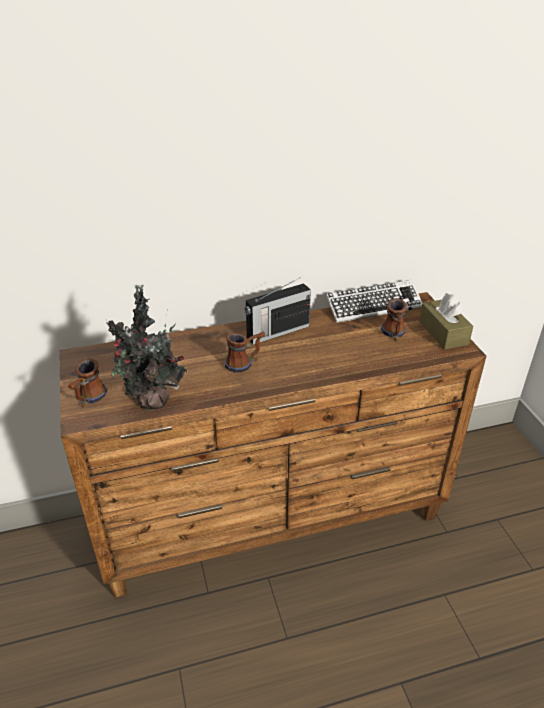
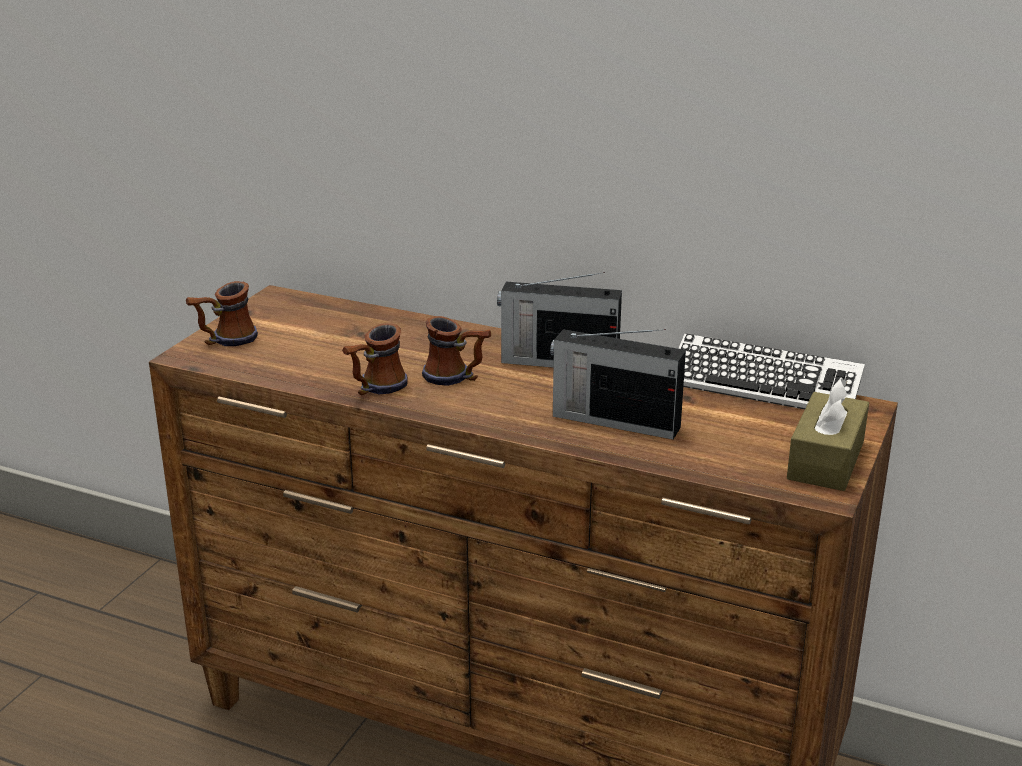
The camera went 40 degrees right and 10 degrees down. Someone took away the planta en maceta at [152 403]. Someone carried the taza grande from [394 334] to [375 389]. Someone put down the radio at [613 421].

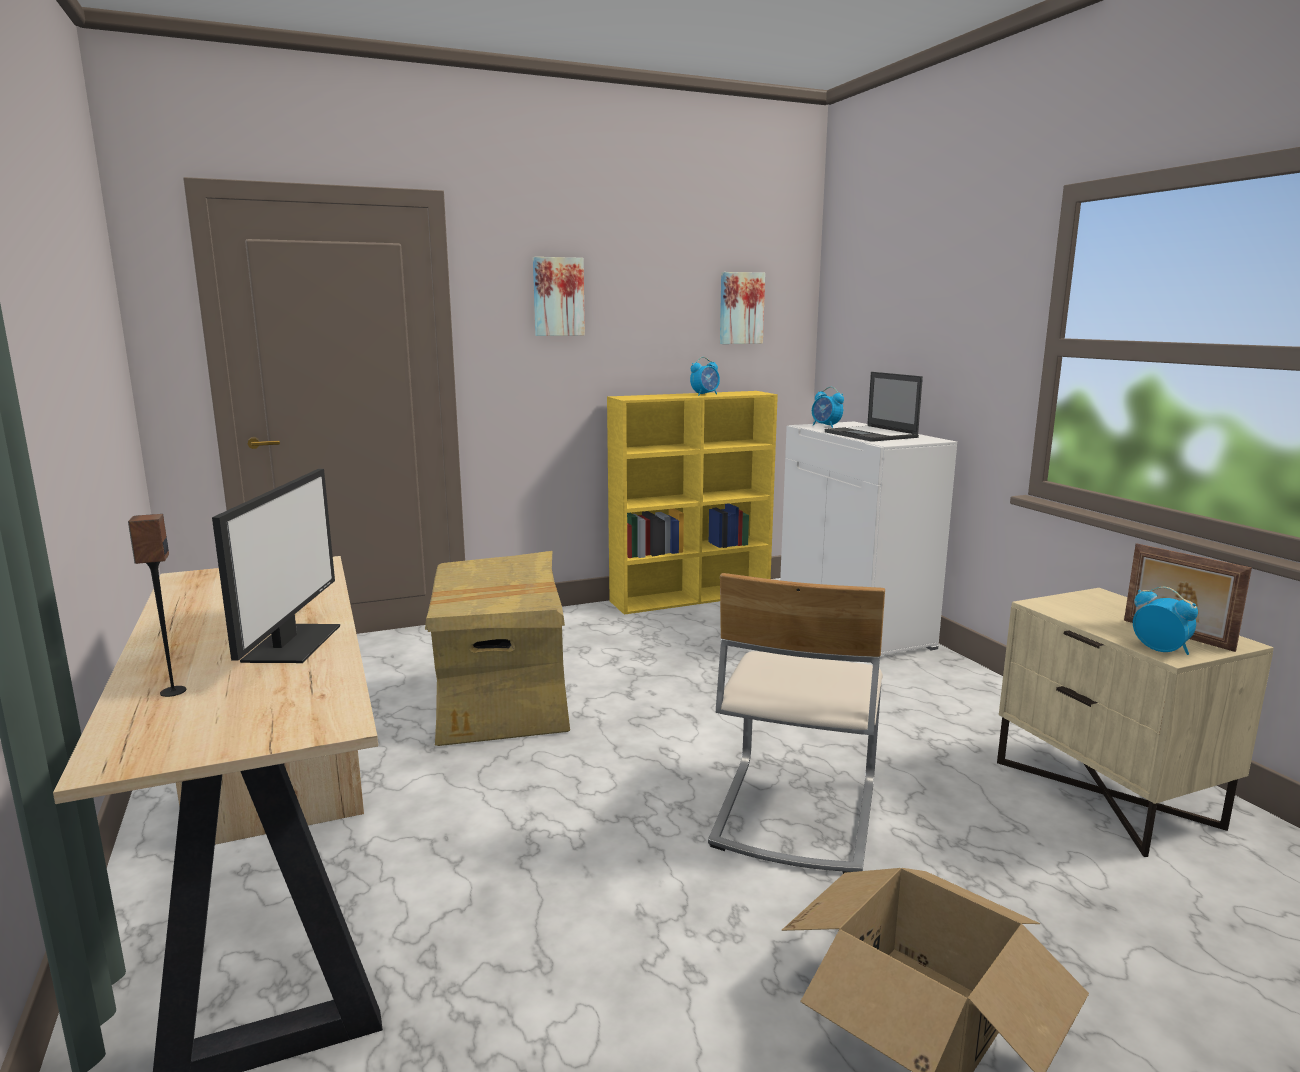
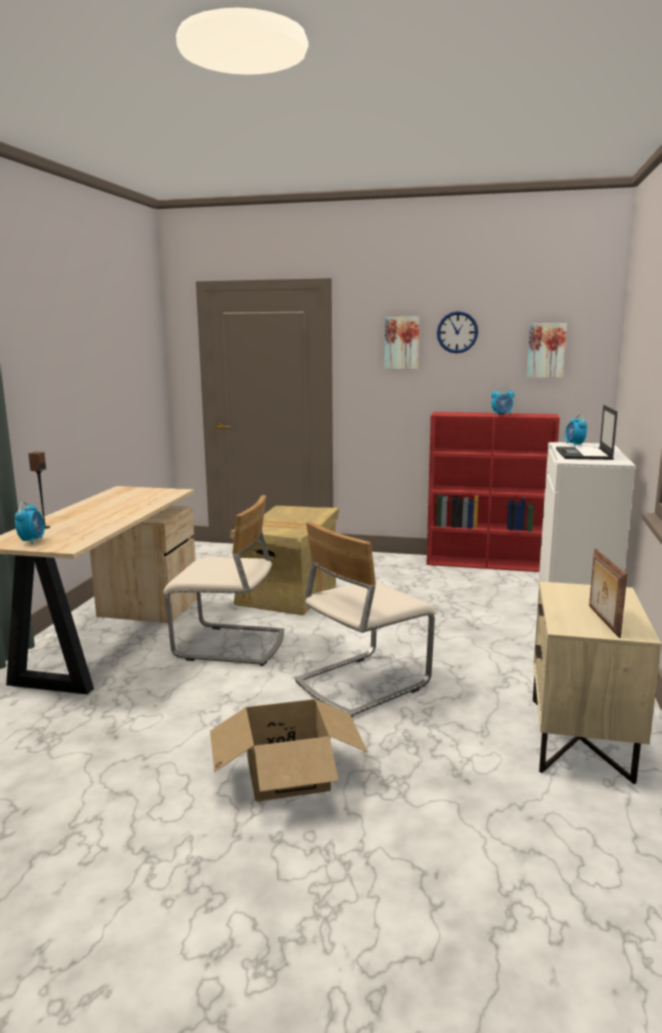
The camera went 35 degrees right and 0 degrees up. Someone repainted the estantería/amarillo at [692 597], which became the estantería/rojo at [487 563]. Someone took away the monitor at [291 643]. Someone carried the despertador from [1160 650] to [32 541]. Someone put up the reloj de pared at [457 332]. Someone put down the silla/beis at [230 645].

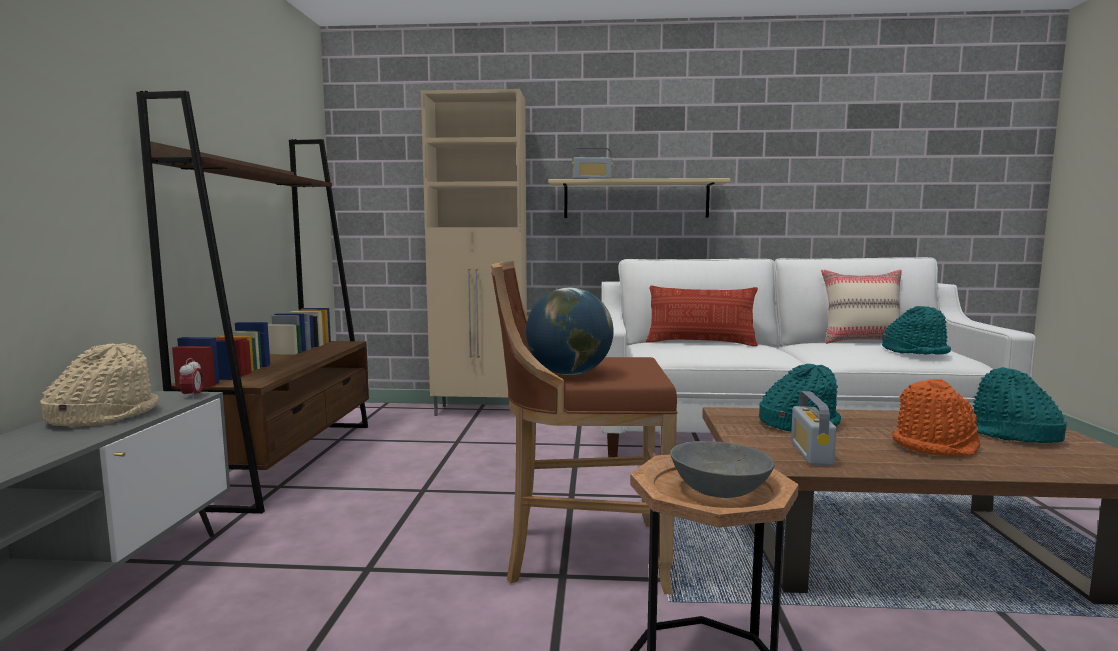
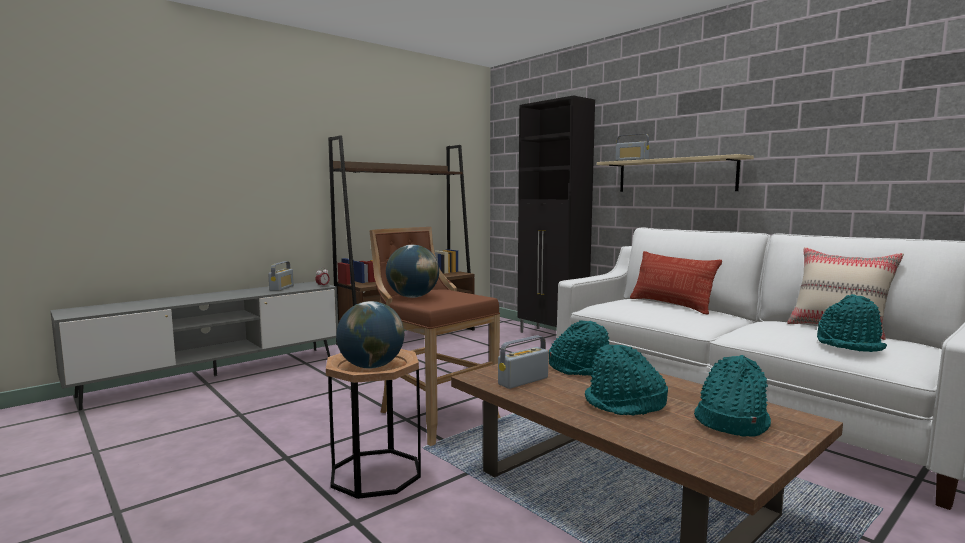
The camera went 45 degrees right and 0 degrees up. Someone repainted the armario/beis at [481 412], which became the armario/negro at [552 336]. Someone swapped the sombrero/beis at [104 416] for the radio at [281 288]. Someone repainted the sombrero/naranja at [935 446], which became the sombrero/turquesa at [625 405]. Someone swapped the cuenco/gris at [719 491] for the globo terráqueo at [371 367].

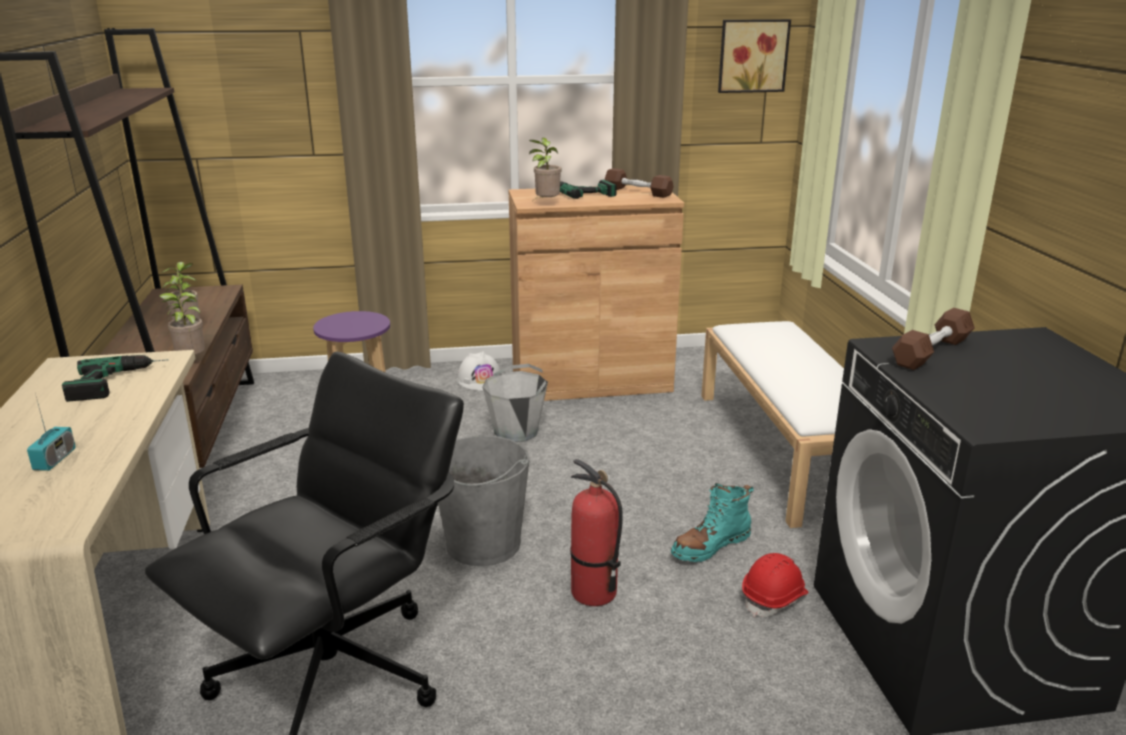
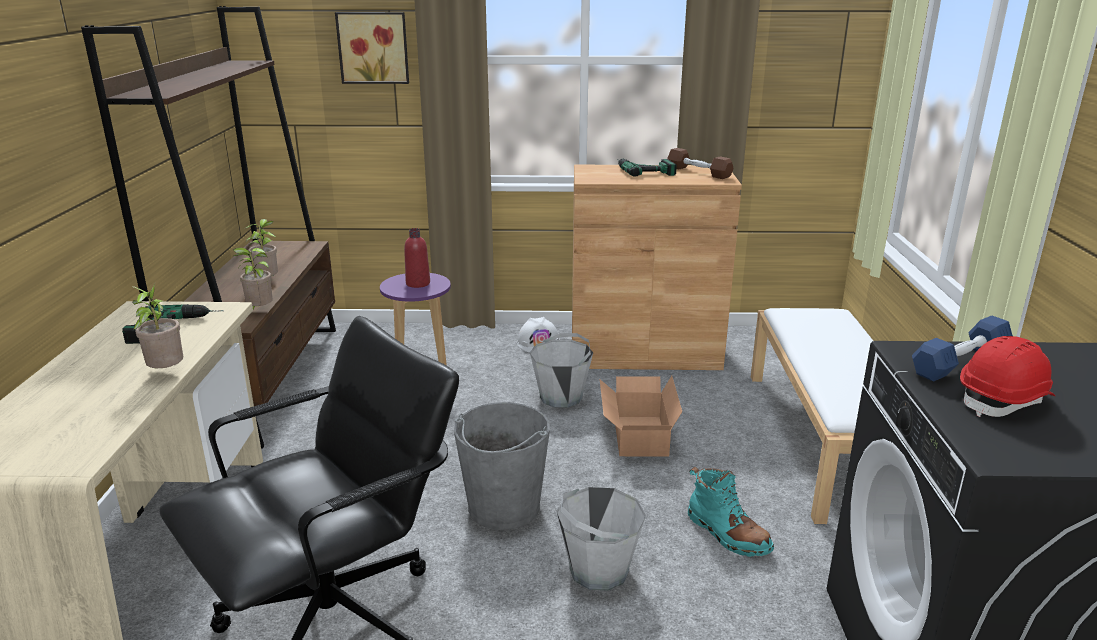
The camera went 10 degrees right and 0 degrees up. Someone carried the cuadro from [752 56] to [373 47]. Someone carried the planta en maceta from [546 204] to [166 373]. Someone repainted the mancuerna/marrón at [931 352], which became the mancuerna/azul at [959 362]. Someone took away the radio at [55 459]. Someone swapped the extintor at [593 593] for the cubo/gris at [598 570]. Someone rotated the bota/turquesa at [710 546] by 105 degrees counterclockwise. Someone carried the casco/rojo from [774 598] to [1004 400]. Someone put down the botella/rojo at [418 283]. Someone put down the caja de cartón at [637 437].

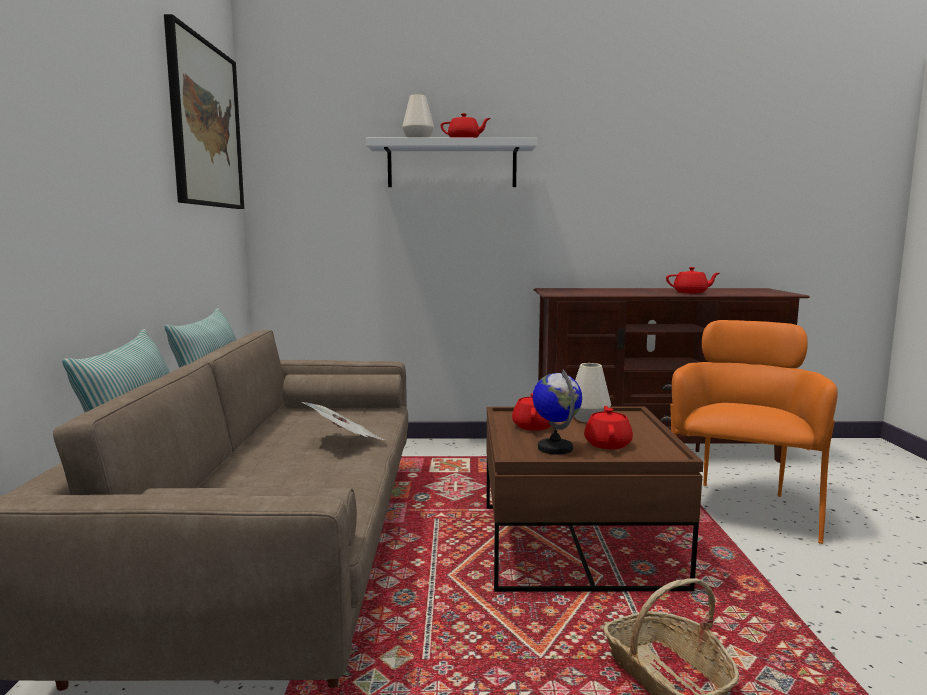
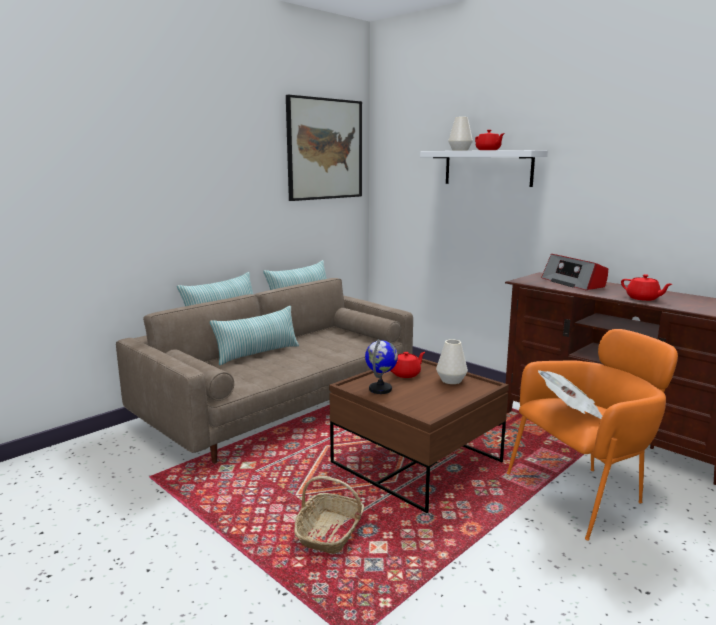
The camera went 45 degrees right and 5 degrees up. Someone carried the periódico from [345 442] to [570 411]. Someone took away the tetera/rojo at [608 444]. Someone put down the radio at [573 283]. Someone put down the cojín at [257 353].

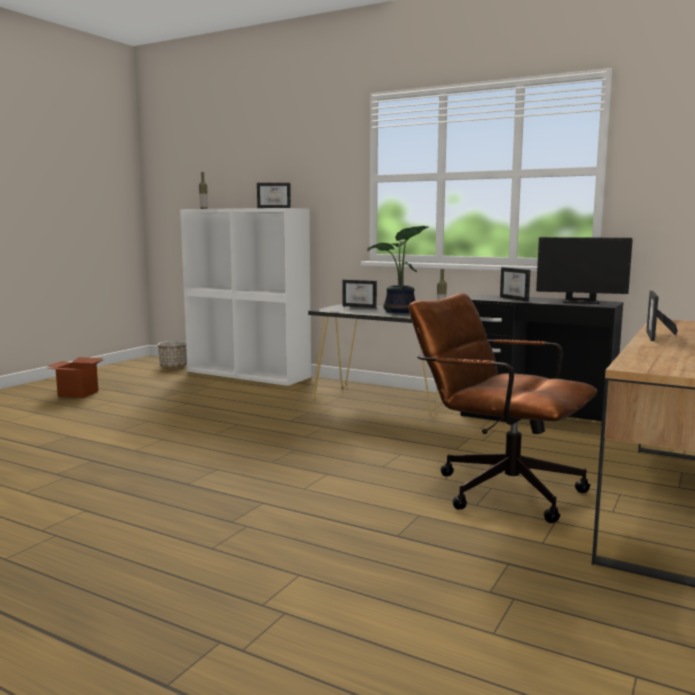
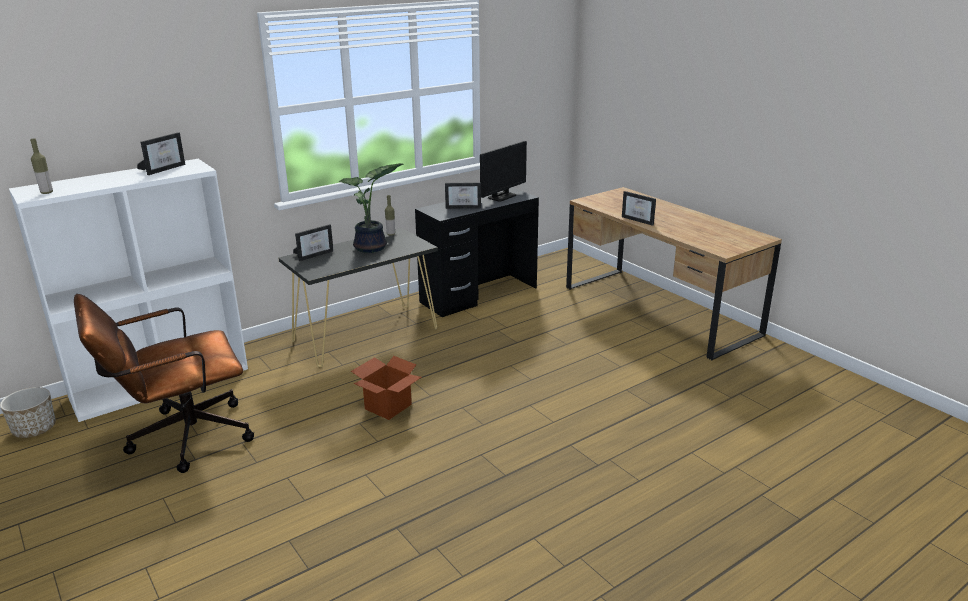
The camera went 65 degrees left and 15 degrees up. Someone carried the silla de oficina/marrón from [497 488] to [180 438]. Someone carried the caja de cartón from [78 394] to [388 406].

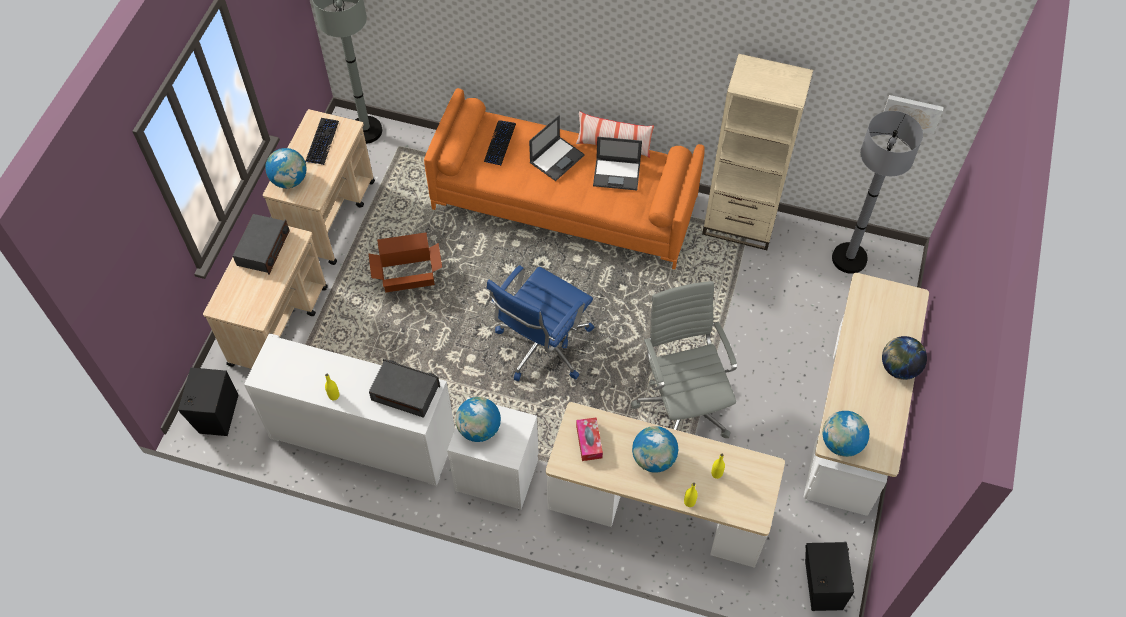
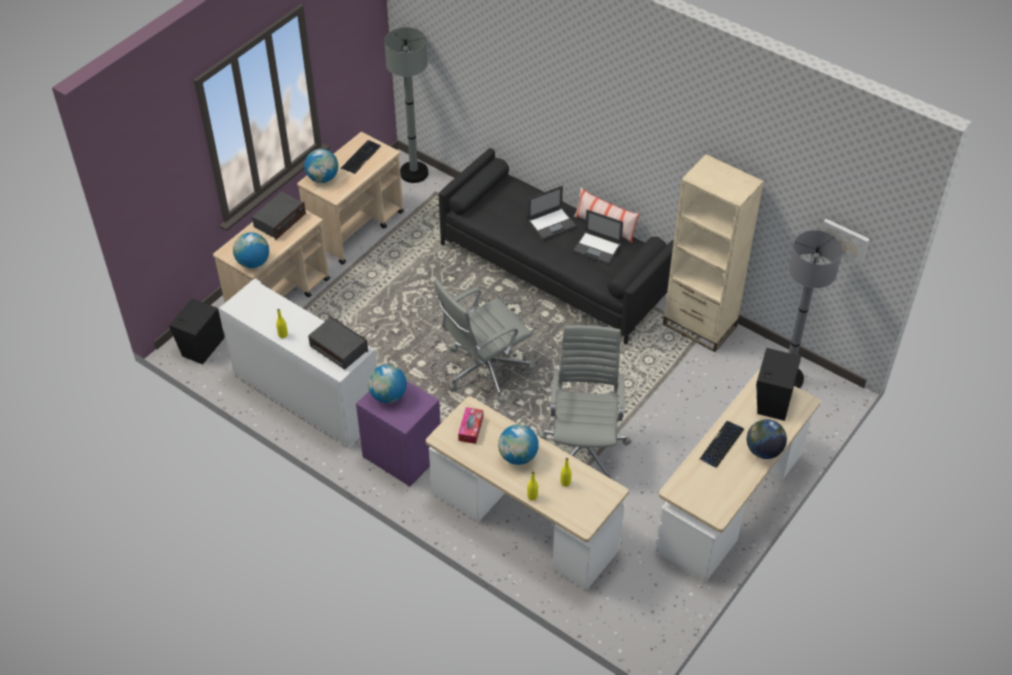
The camera went 20 degrees right and 10 degrees down. Someone repainted the sofá/naranja at [565 202], which became the sofá/negro at [555 268]. Someone carried the teclado from [500 143] to [721 444]. Someone took away the caja de cartón at [407 276]. Someone repainted the silla de oficina/azul at [542 346], which became the silla de oficina/gris at [484 371]. Someone repainted the mesita de noche/blanco at [497 473], which became the mesita de noche/morado at [403 454]. Someone carried the globo terráqueo from [841 443] to [253 262]. Someone carried the altavoz/negro from [820 587] to [772 400].

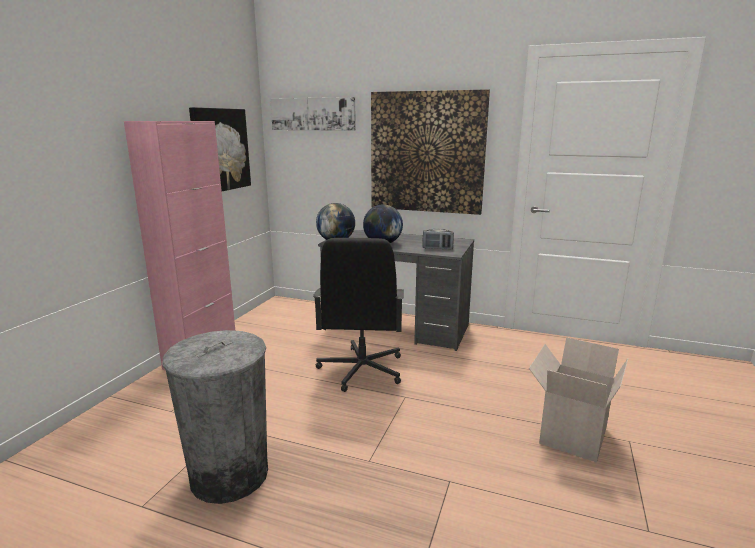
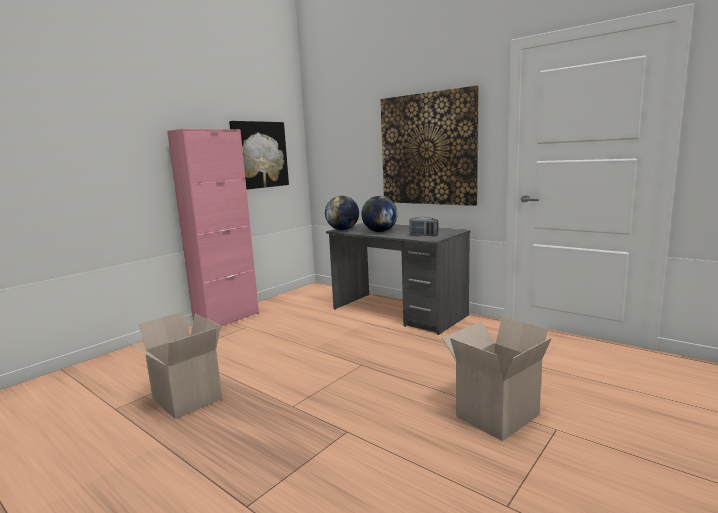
The camera went 20 degrees right and 5 degrees down. Someone took away the cuadro at [313 114]. Someone took away the silla de oficina/negro at [361 370]. Someone swapped the papelera/gris at [229 475] for the caja de cartón at [184 399].

